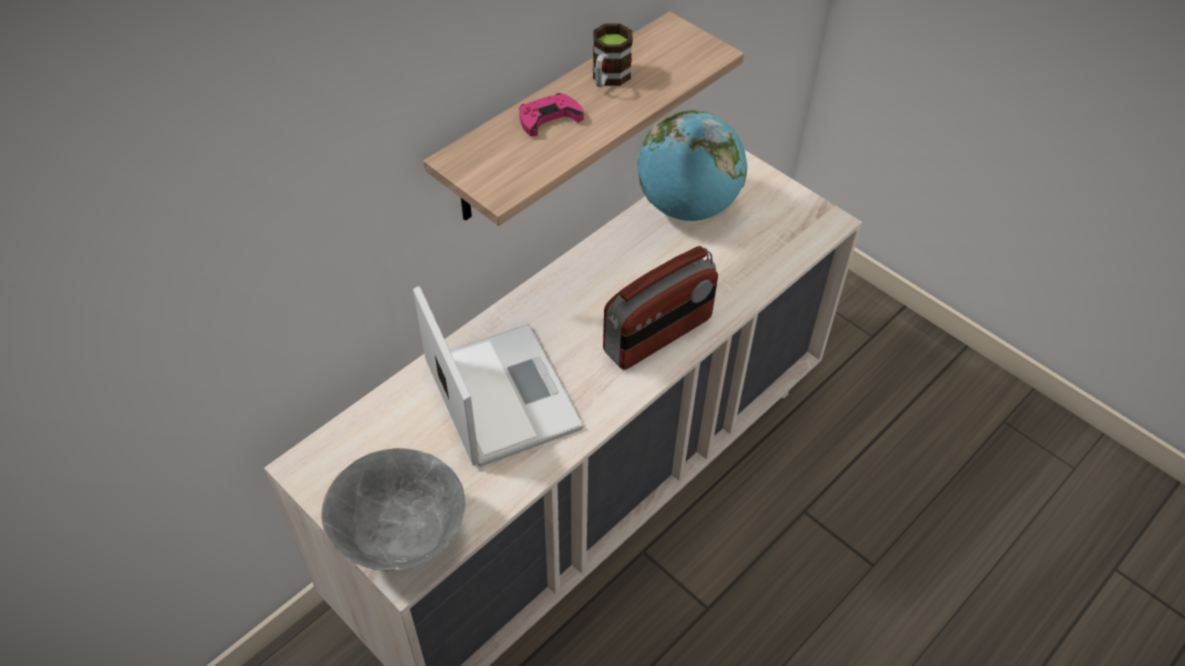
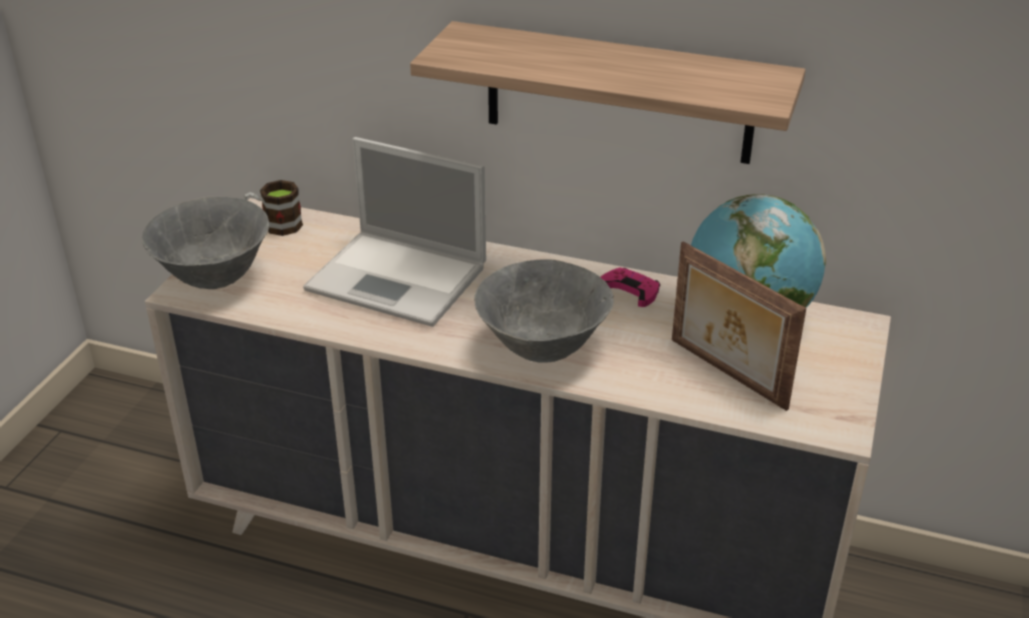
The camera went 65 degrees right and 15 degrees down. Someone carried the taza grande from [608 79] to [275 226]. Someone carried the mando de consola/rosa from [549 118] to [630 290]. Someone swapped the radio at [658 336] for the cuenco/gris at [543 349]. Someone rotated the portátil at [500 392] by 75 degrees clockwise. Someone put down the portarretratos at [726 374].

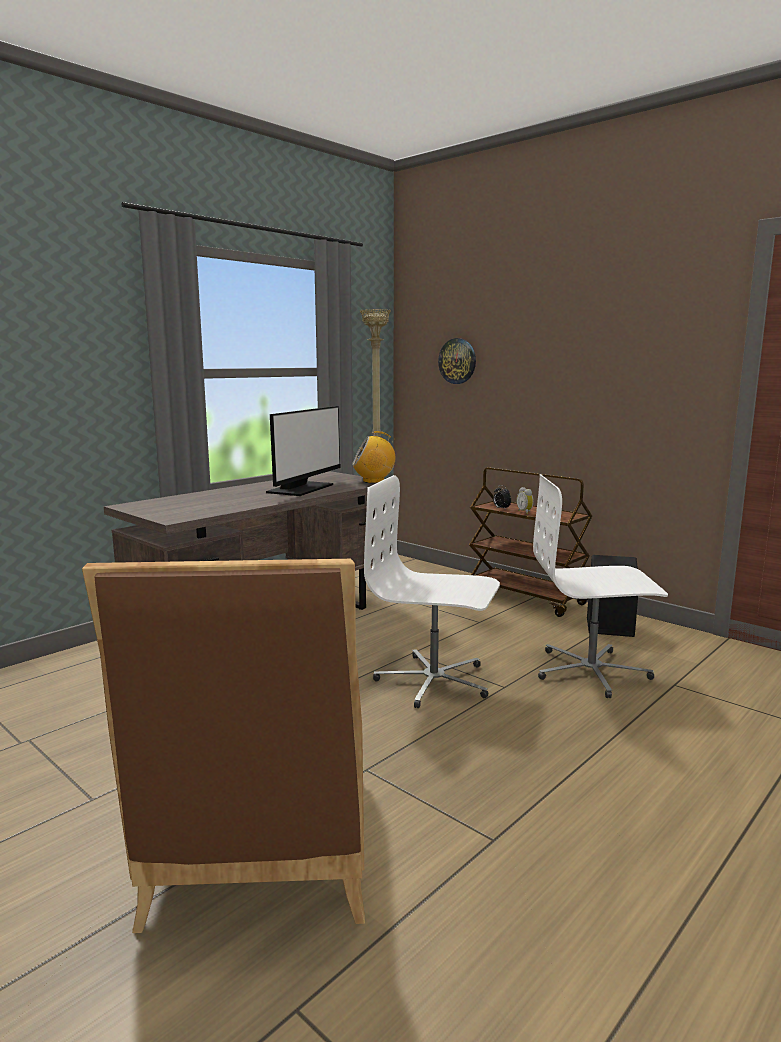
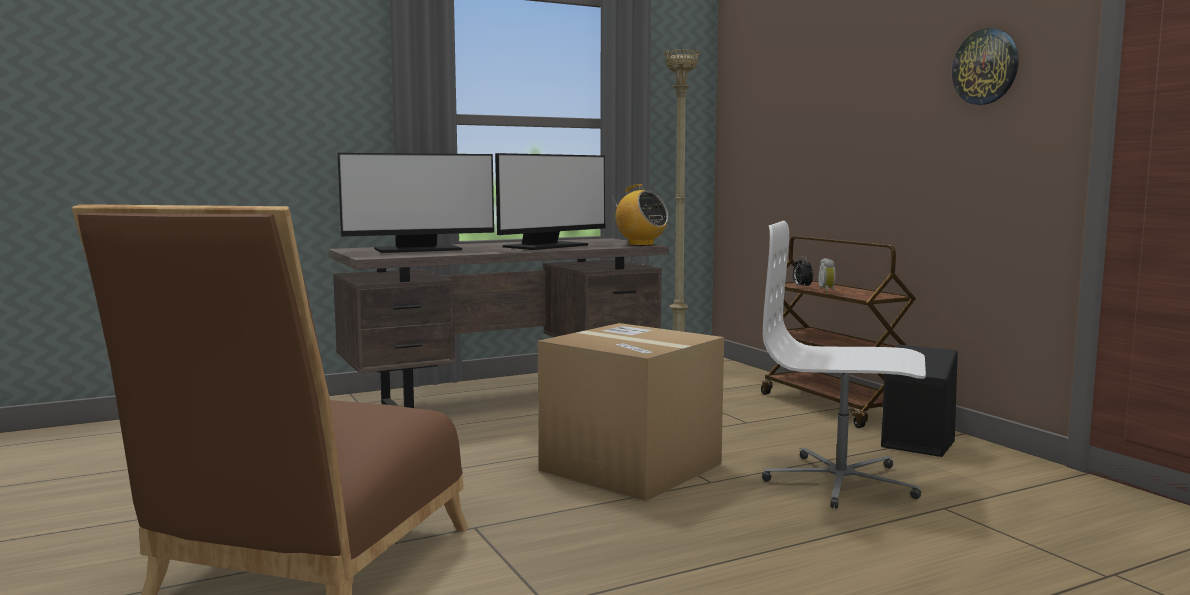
The camera went 20 degrees right and 5 degrees down. Someone carried the reloj de pared from [457 361] to [986 67]. Someone rotated the radio at [374 481] by 150 degrees counterclockwise. Someone swapped the silla de oficina/blanco at [434 681] for the caja de cartón at [631 467]. Someone put down the monitor at [418 249].

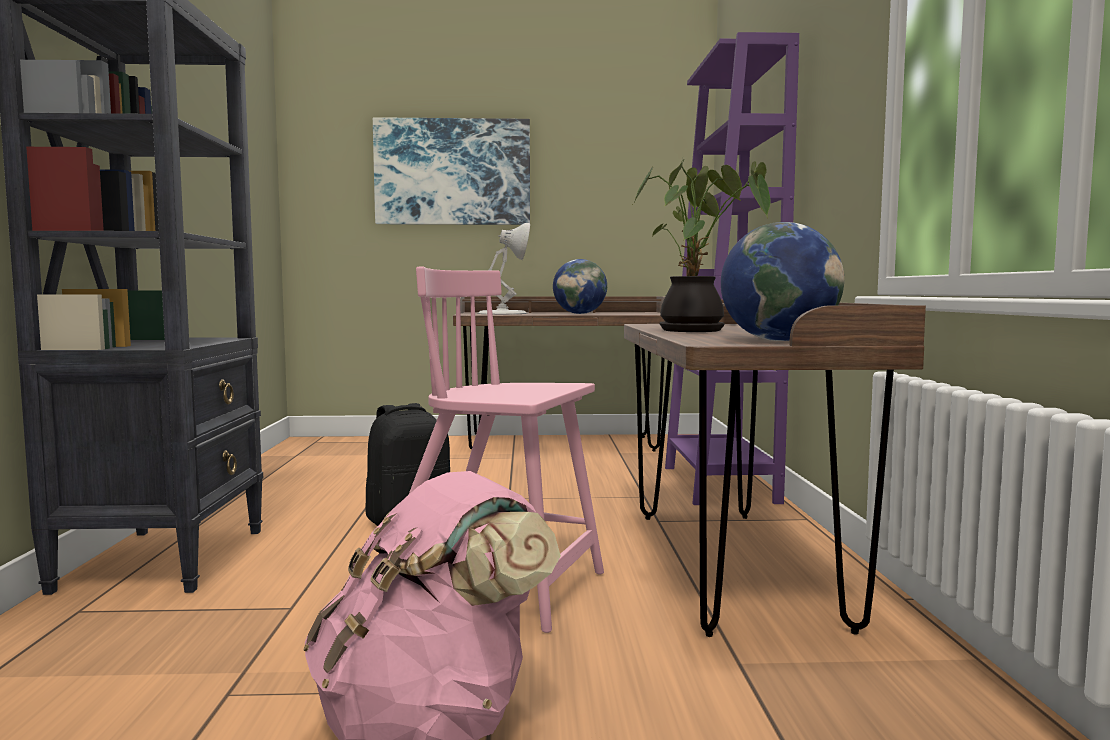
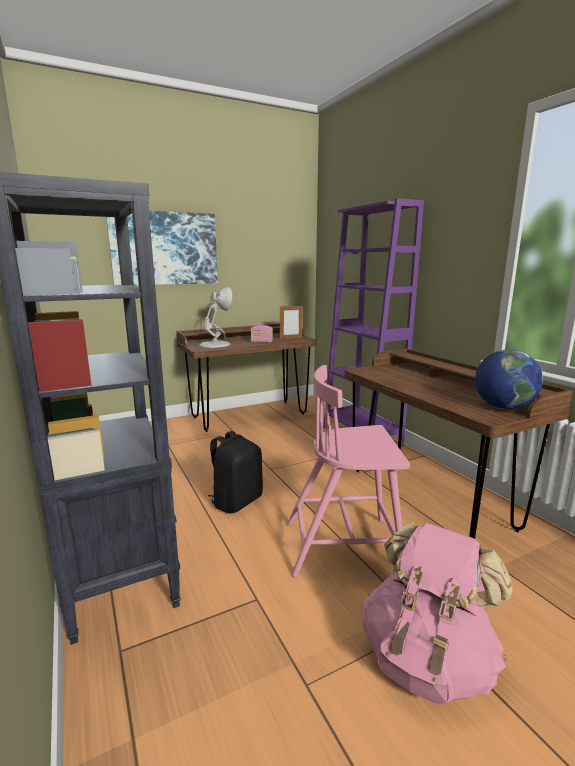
The camera went 25 degrees left and 10 degrees up. Someone took away the planta en maceta at [697 331]. Someone swapped the globo terráqueo at [580 313] for the radio at [261 341]. Someone put down the portarretratos at [291 338].

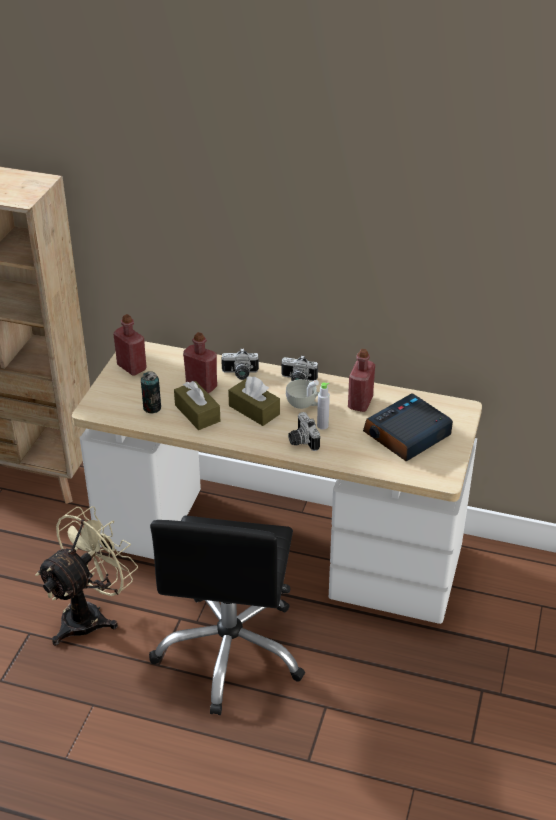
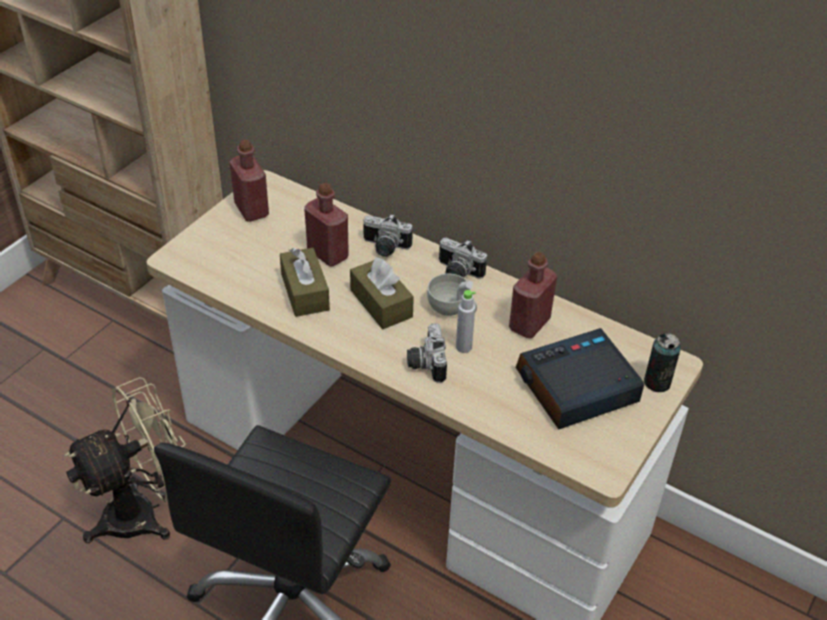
The camera went 15 degrees right and 5 degrees up. Someone carried the lata from [152 408] to [657 382].

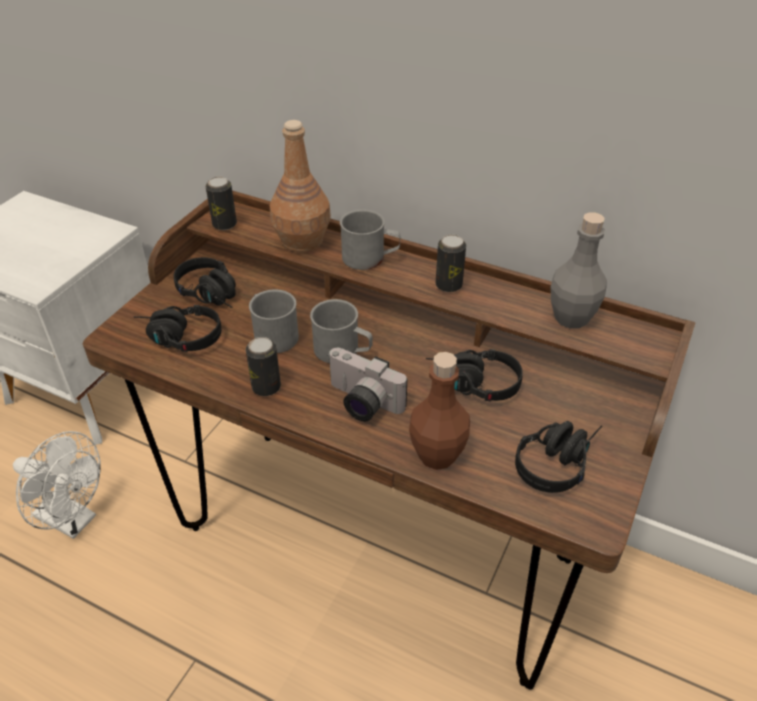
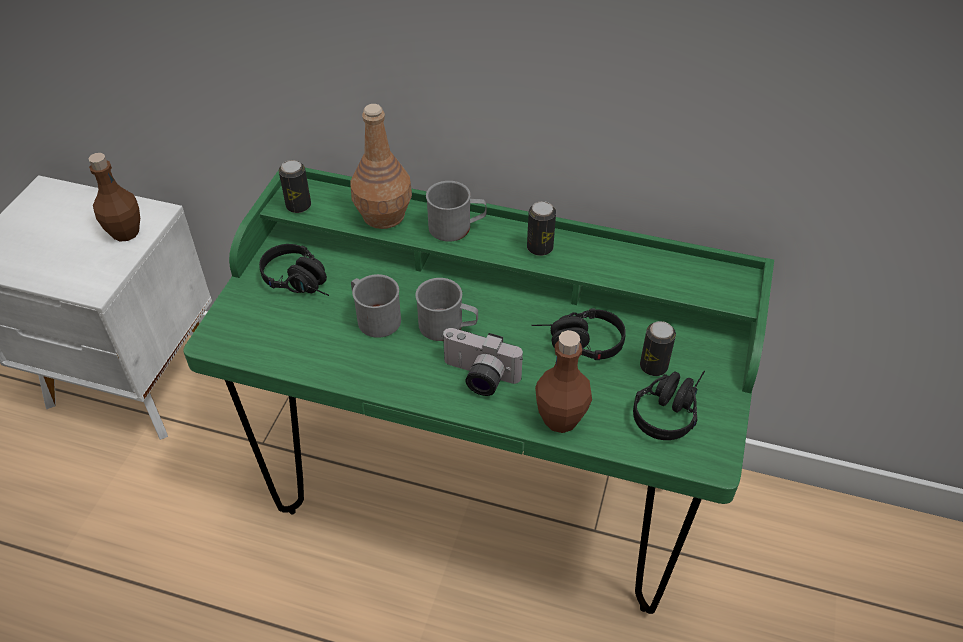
The camera went 10 degrees left and 5 degrees up. Someone repainted the escritorio/marrón at [379 542], which became the escritorio/verde at [482 497]. Someone took away the botella/gris at [571 318]. Someone took away the auriculares/negro at [177 339]. Someone carried the lata from [266 387] to [653 366]. Someone took away the ventilador/blanco at [73 520]. Someone put down the botella/marrón at [125 232].

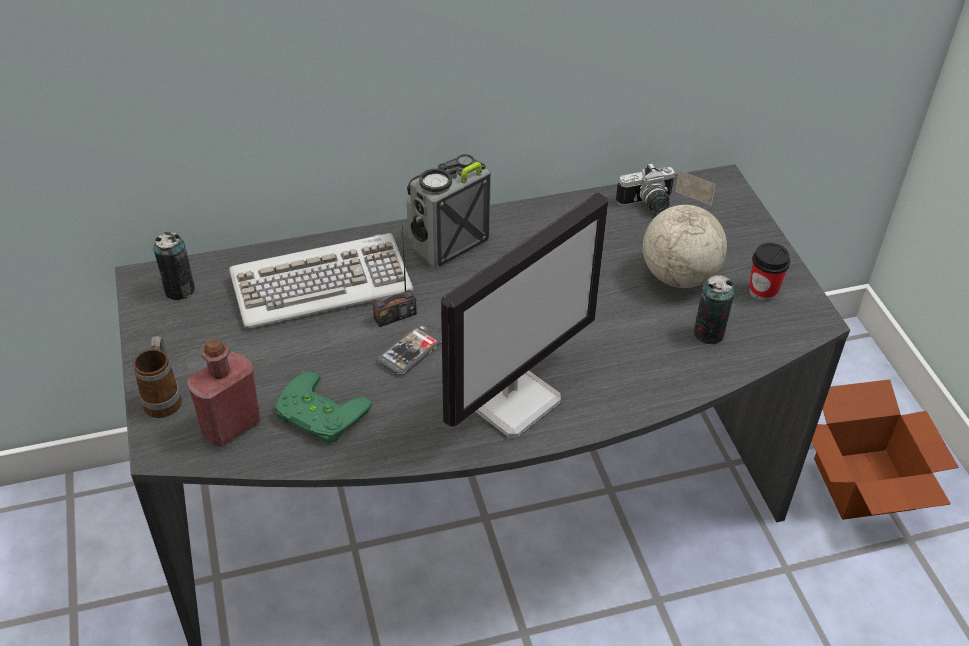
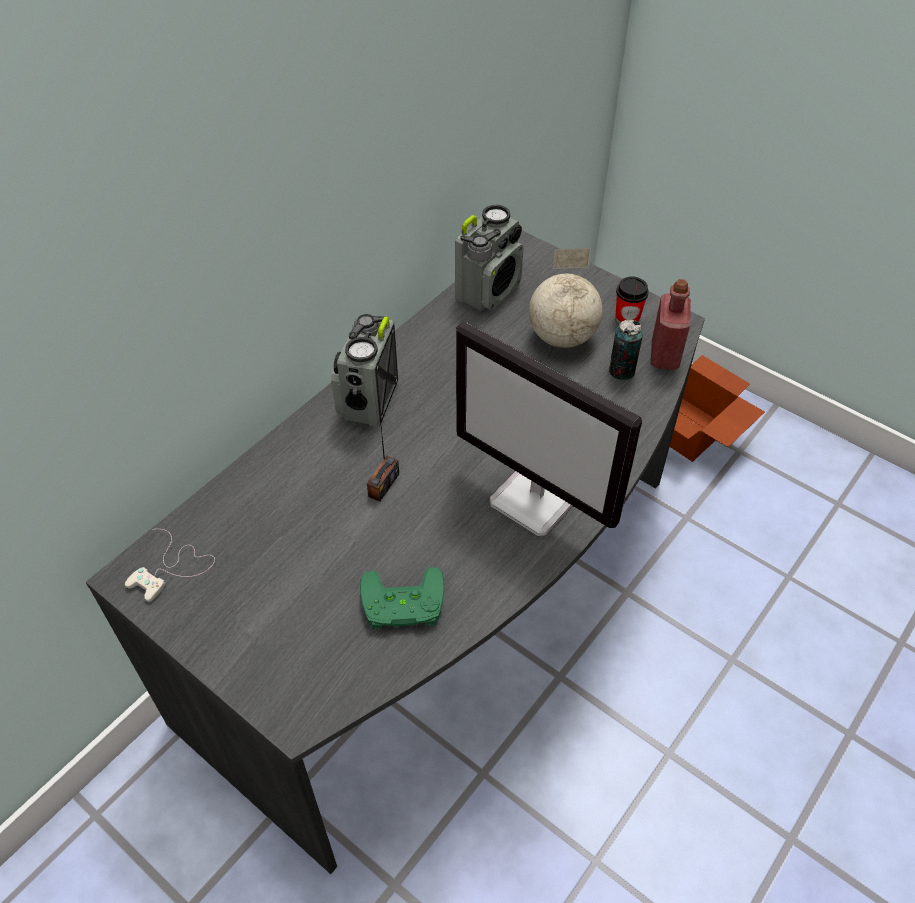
The camera went 35 degrees left and 5 degrees up. Someone swapped the cámara at [648 204] for the radio at [489 291]. Someone rotated the monitor at [512 398] by 120 degrees clockwise. Someone swapped the lata at [180 290] for the mando de consola/blanco at [172 568]. Someone took away the teclado at [322 284]. Someone took away the móvil at [410 352]. Someone took away the taza grande at [164 398]. Someone carried the botella/rojo from [231 426] to [664 355].

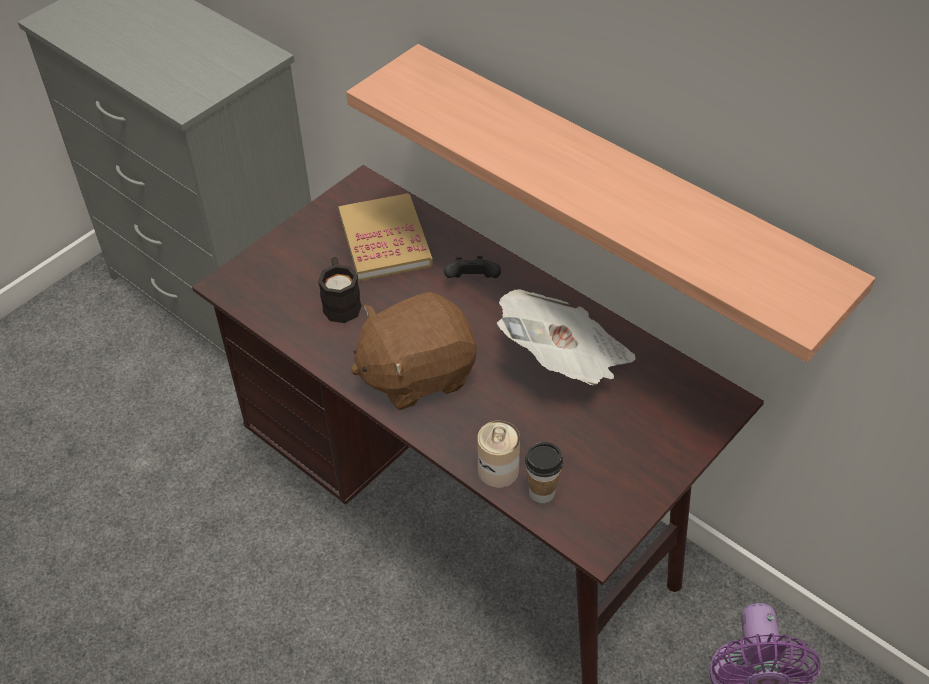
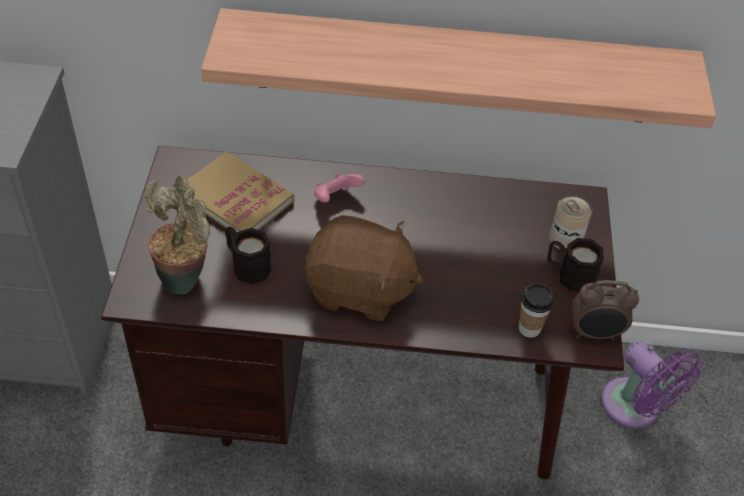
The camera went 40 degrees left and 0 degrees up. Someone repainted the mando de consola/negro at [472 281], which became the mando de consola/rosa at [336 198]. Someone took away the periódico at [565 361]. Someone rotated the peluche/marrón at [416 373] by 105 degrees counterclockwise. Someone carried the lata from [498 470] to [566 238]. Someone put down the planta en maceta at [185 277]. Someone put down the taza grande/negro at [569 275]. Someone put down the despertador at [595 334].

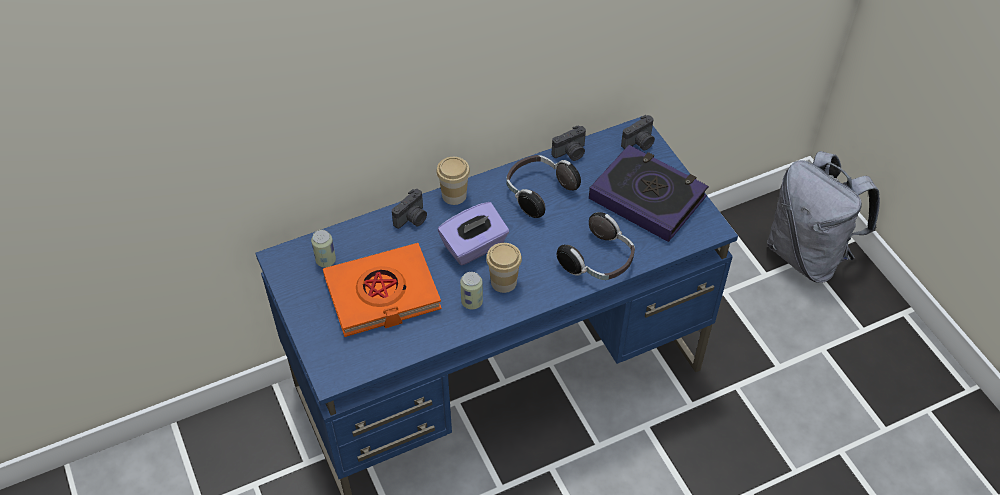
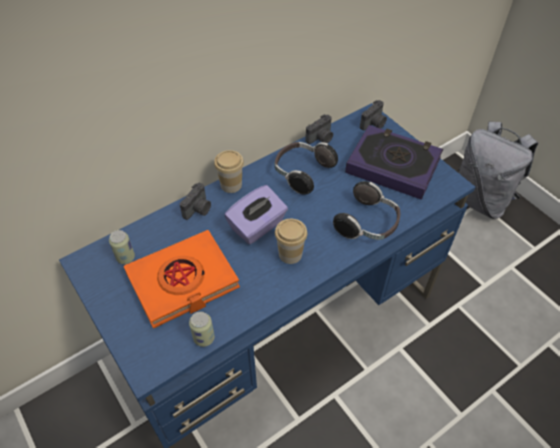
The camera went 10 degrees left and 0 degrees up. Someone carried the lata from [472 302] to [204 338].

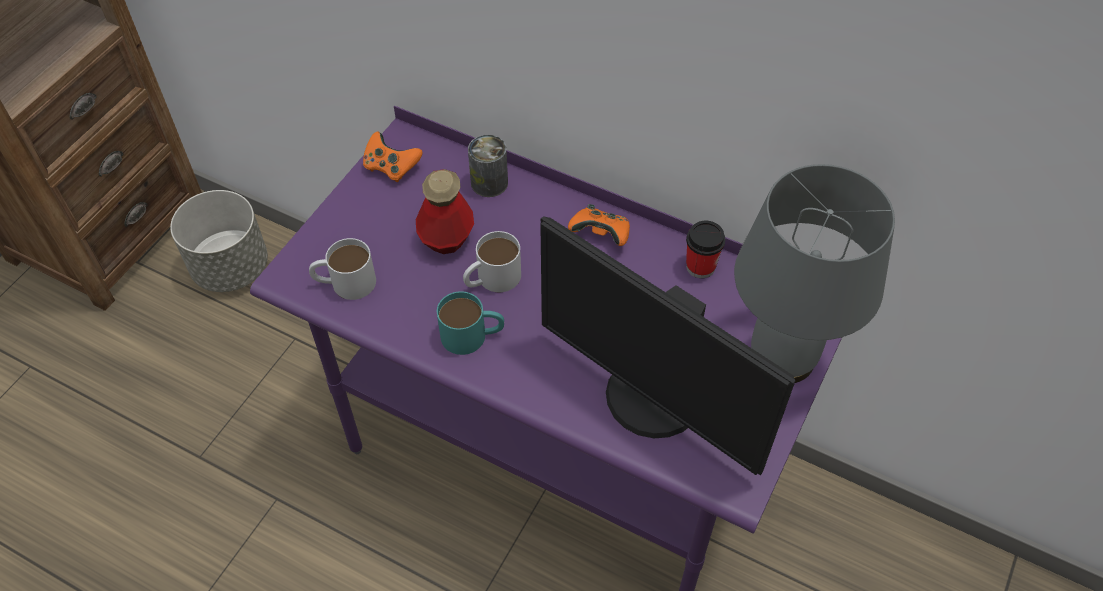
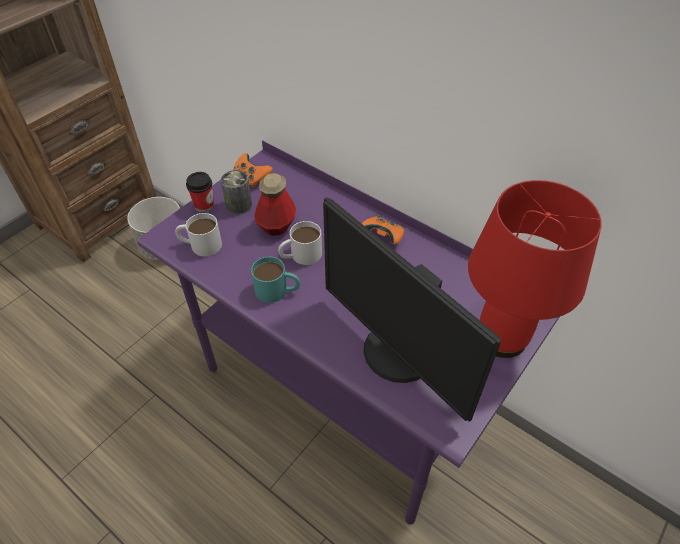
The camera went 10 degrees right and 5 degrees down. Someone carried the lata from [489 183] to [239 205]. Someone repainted the lámpara de mesa/gris at [781 356], which became the lámpara de mesa/rojo at [501 336]. Someone carried the taza from [700 266] to [204 205].

